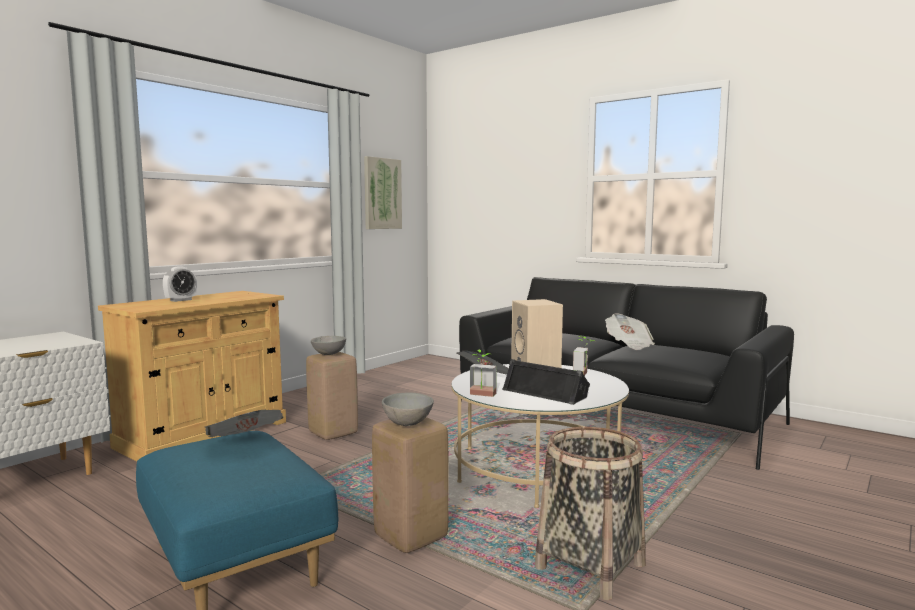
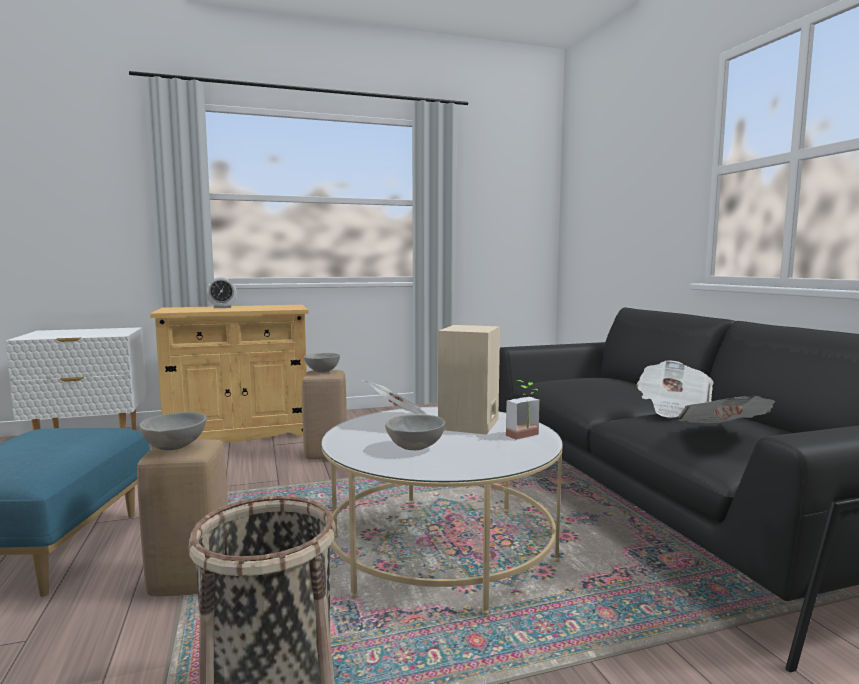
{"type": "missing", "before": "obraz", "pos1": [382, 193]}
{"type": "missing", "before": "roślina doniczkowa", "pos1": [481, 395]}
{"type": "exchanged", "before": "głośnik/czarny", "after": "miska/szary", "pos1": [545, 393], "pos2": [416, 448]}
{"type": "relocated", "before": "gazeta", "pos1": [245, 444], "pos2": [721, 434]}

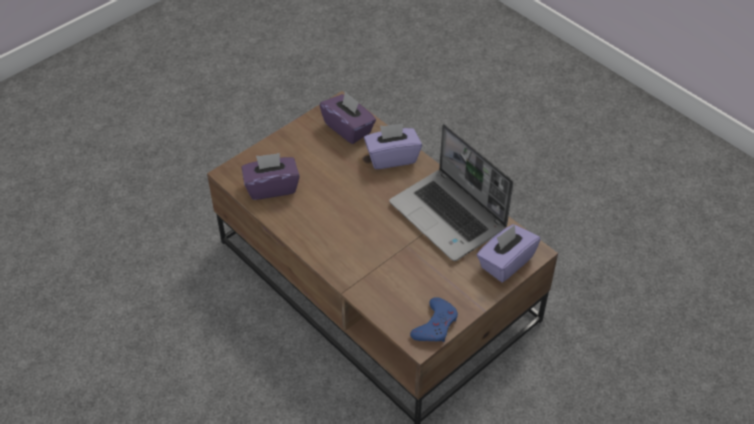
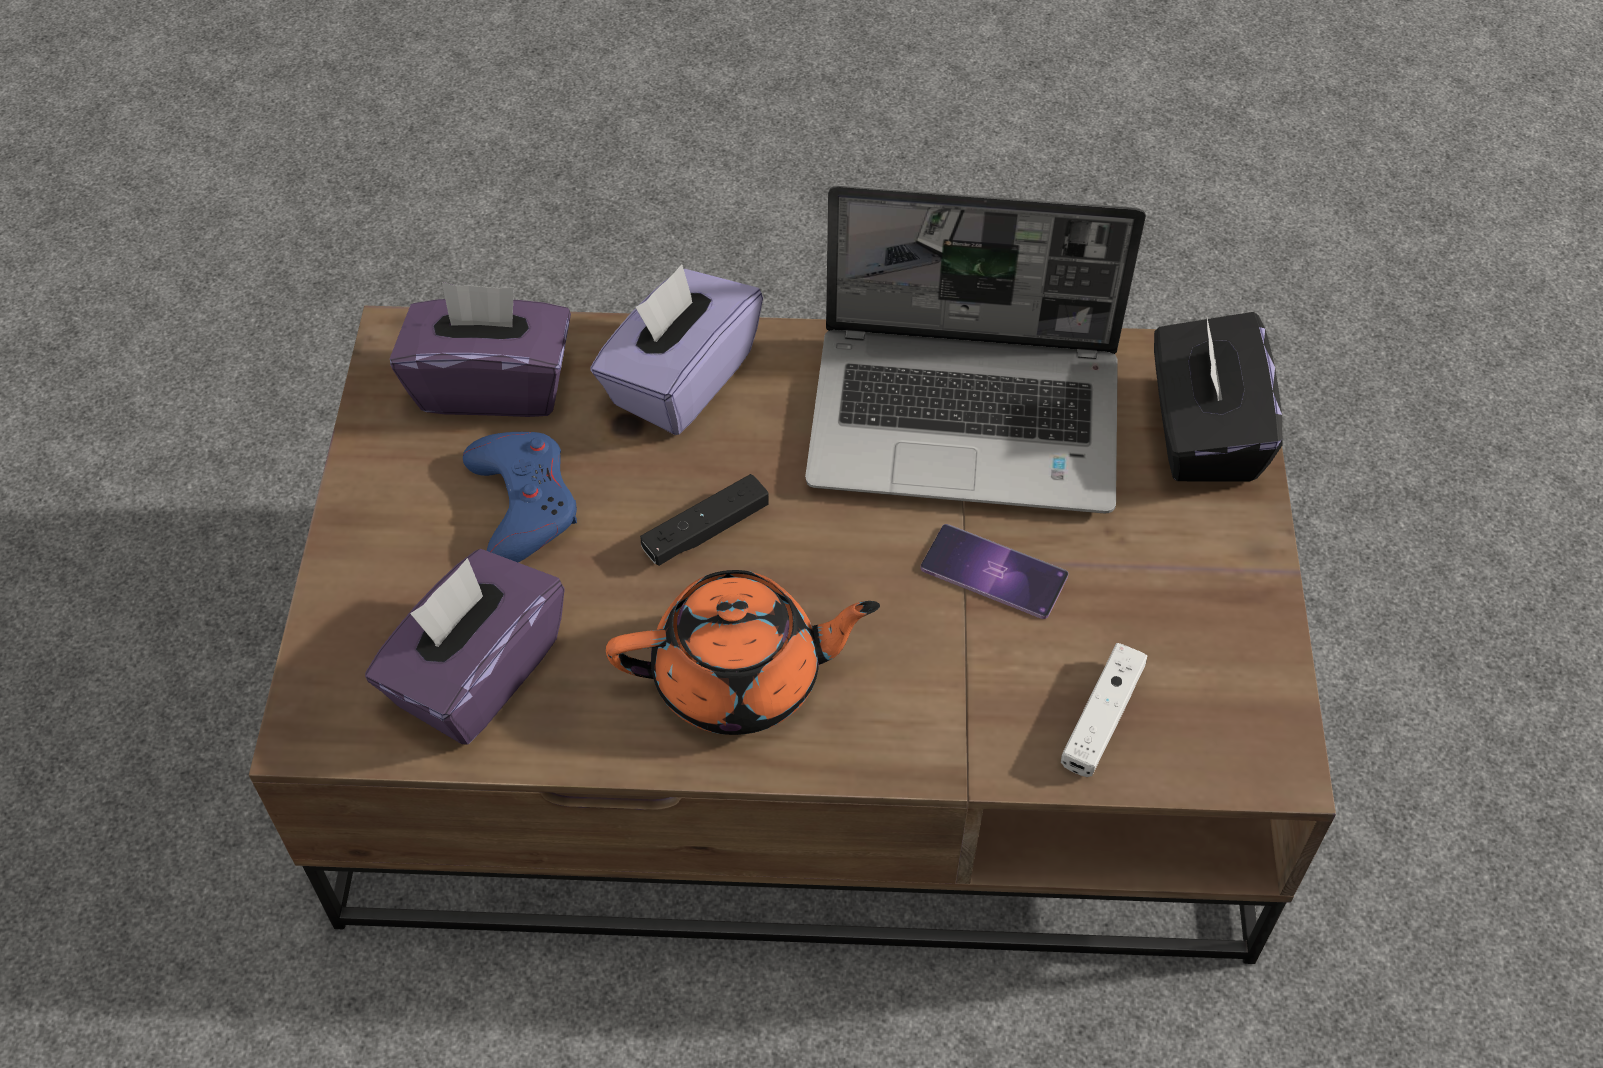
{"type": "colour", "before": "pudełko chusteczek/fioletowy", "after": "pudełko chusteczek/czarny", "pos1": [505, 262], "pos2": [1202, 432]}
{"type": "relocated", "before": "pad do gier/niebieski", "pos1": [435, 325], "pos2": [523, 503]}
{"type": "appeared", "after": "pad do gier/czarny", "pos2": [706, 531]}
{"type": "appeared", "after": "telefon", "pos2": [994, 572]}
{"type": "appeared", "after": "imbryk/pomarańczowy", "pos2": [741, 677]}
{"type": "appeared", "after": "pad do gier/biały", "pos2": [1101, 718]}

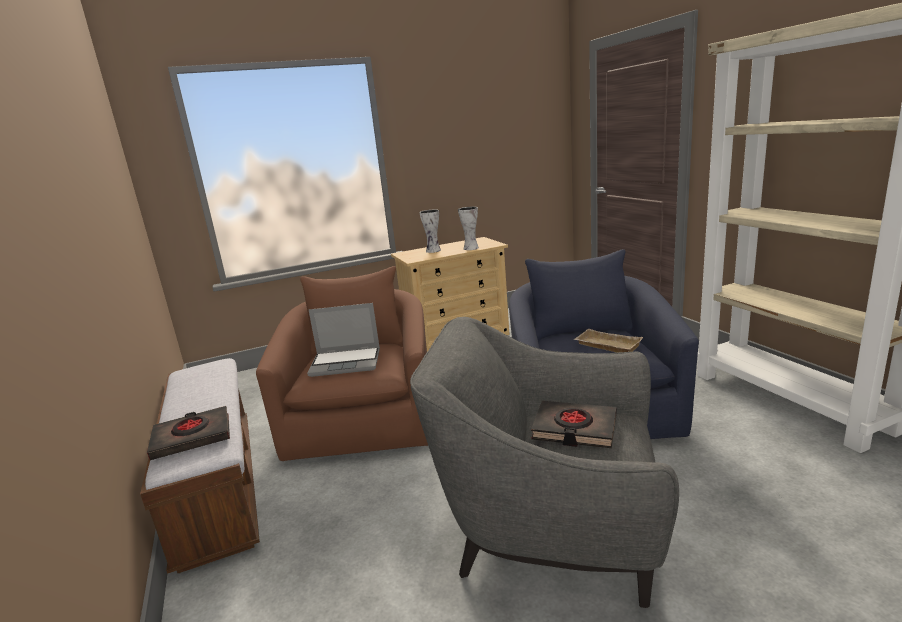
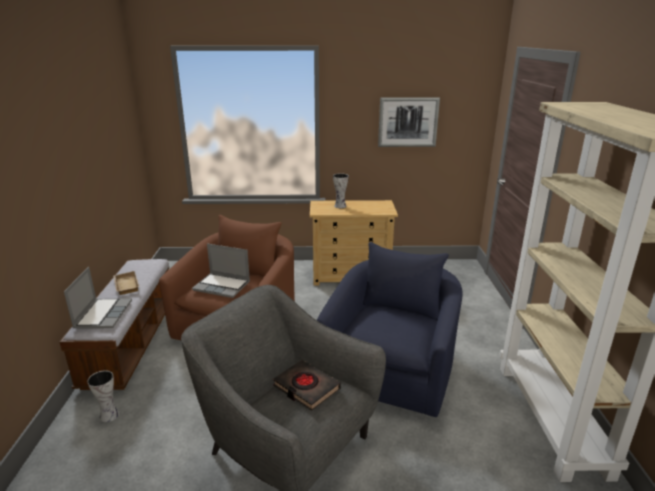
{"type": "relocated", "before": "wazon", "pos1": [470, 248], "pos2": [109, 414]}
{"type": "relocated", "before": "taca/beżowy", "pos1": [606, 346], "pos2": [125, 285]}
{"type": "exchanged", "before": "książka/czarny", "after": "laptop", "pos1": [192, 437], "pos2": [103, 314]}
{"type": "appeared", "after": "obraz", "pos2": [408, 122]}

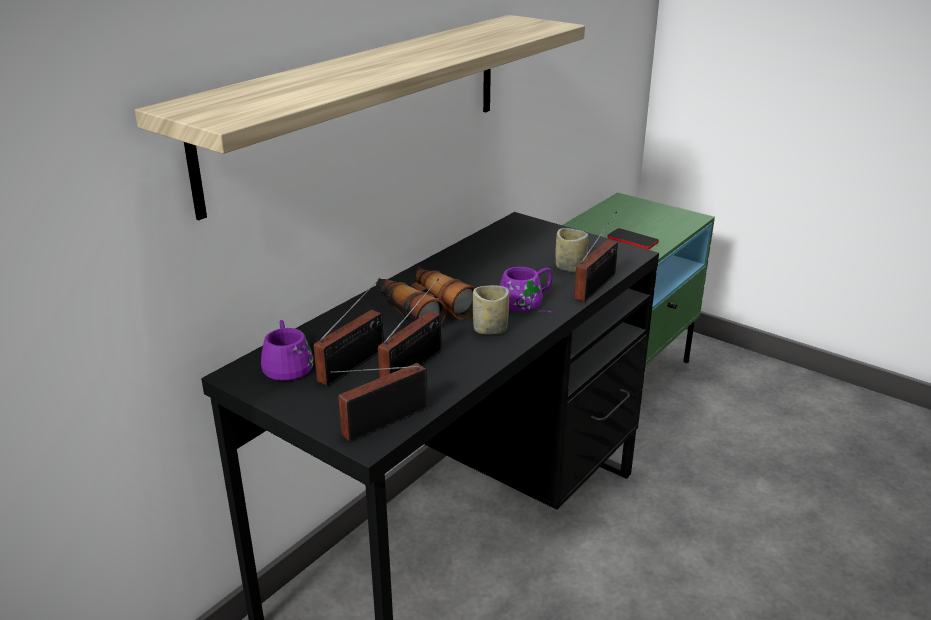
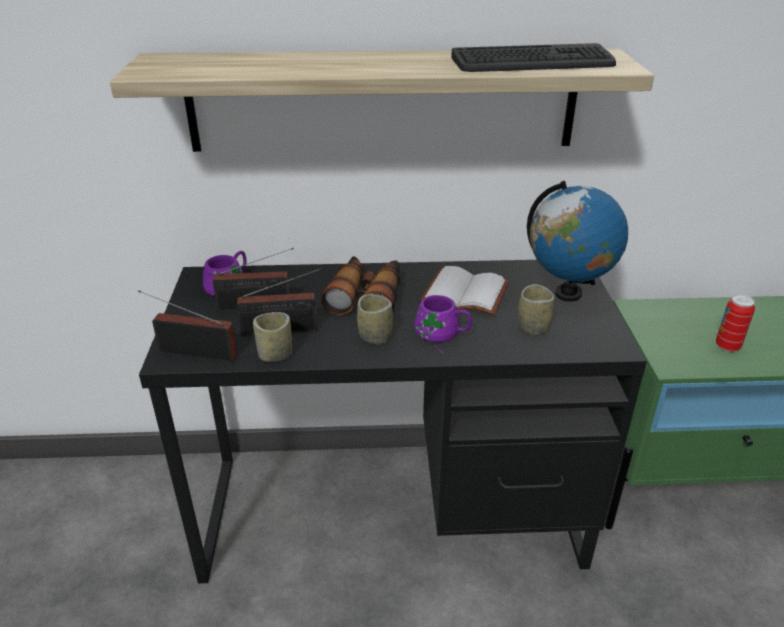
{"type": "missing", "before": "radio", "pos1": [597, 285]}
{"type": "exchanged", "before": "telefon", "after": "puszka", "pos1": [632, 240], "pos2": [727, 346]}
{"type": "appeared", "after": "klawiatura", "pos2": [532, 62]}
{"type": "appeared", "after": "globus", "pos2": [568, 294]}
{"type": "appeared", "after": "książka/biały", "pos2": [463, 294]}
{"type": "appeared", "after": "filiżanka", "pos2": [275, 355]}

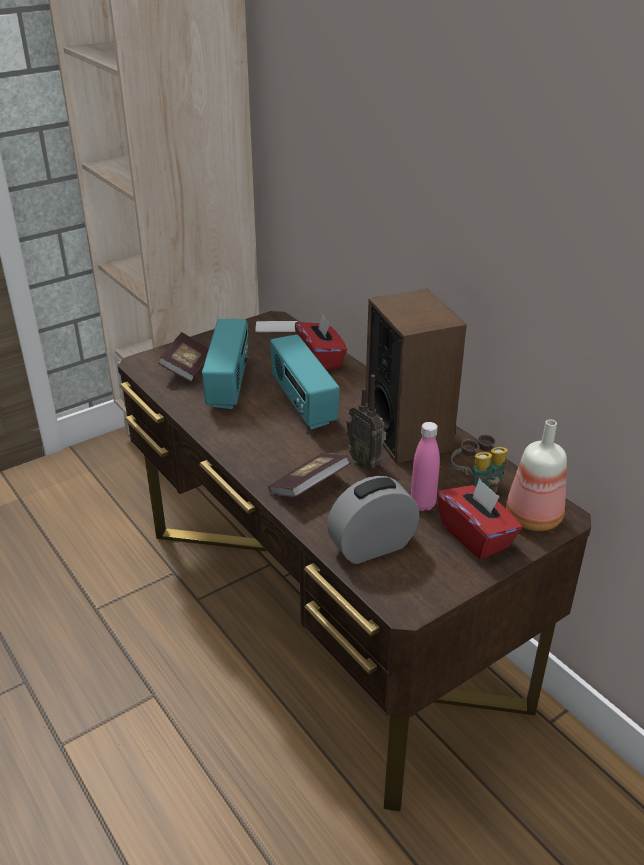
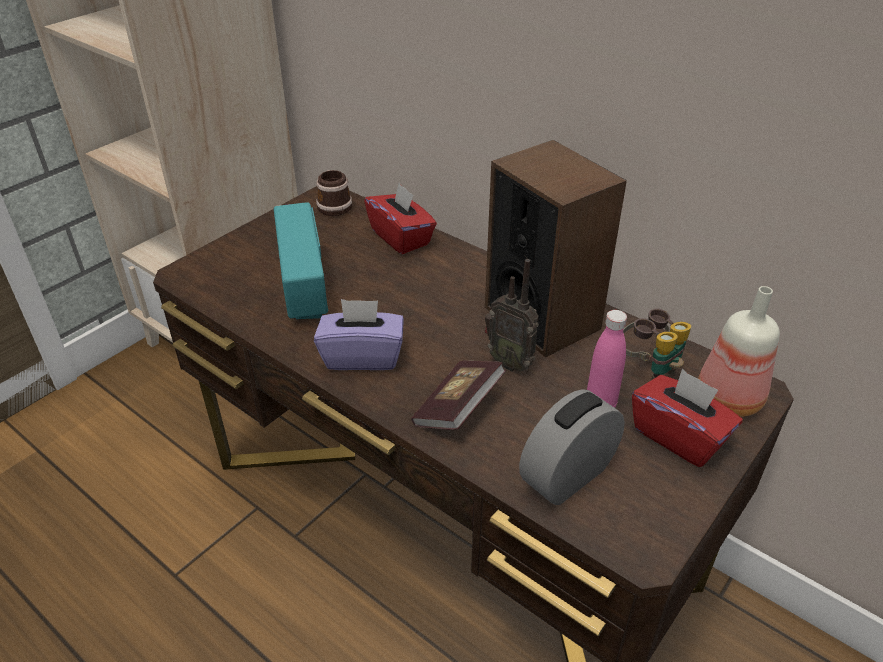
{"type": "exchanged", "before": "telefon", "after": "kubek", "pos1": [277, 327], "pos2": [333, 205]}
{"type": "missing", "before": "książka", "pos1": [187, 368]}
{"type": "missing", "before": "radio", "pos1": [302, 404]}
{"type": "appeared", "after": "pudełko chusteczek/fioletowy", "pos2": [362, 356]}

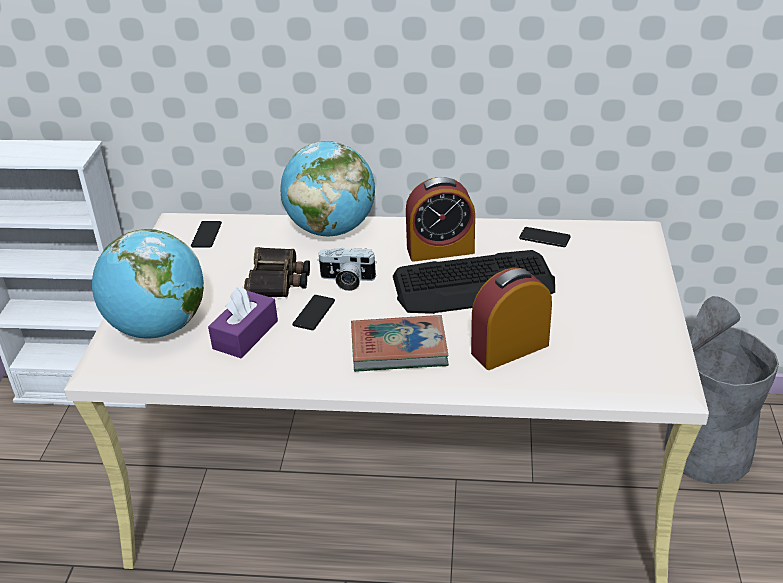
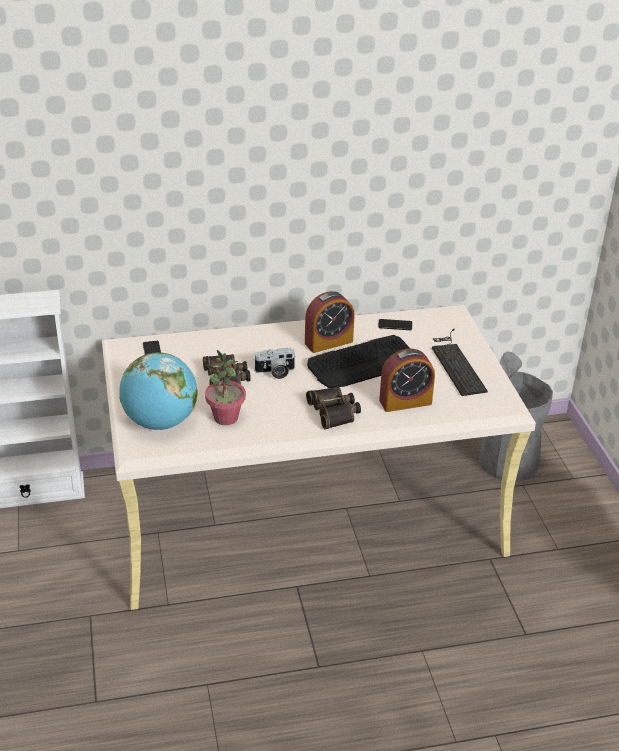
{"type": "missing", "before": "globus", "pos1": [331, 229]}
{"type": "spun", "before": "budzik", "pos1": [510, 349], "pos2": [405, 402], "turn": -150}
{"type": "exchanged", "before": "pudełko chusteczek/fioletowy", "after": "roślina doniczkowa", "pos1": [245, 335], "pos2": [226, 418]}
{"type": "missing", "before": "telefon", "pos1": [314, 313]}
{"type": "exchanged", "before": "książka", "after": "lornetka", "pos1": [399, 348], "pos2": [334, 412]}
{"type": "appeared", "after": "klawiatura", "pos2": [456, 363]}

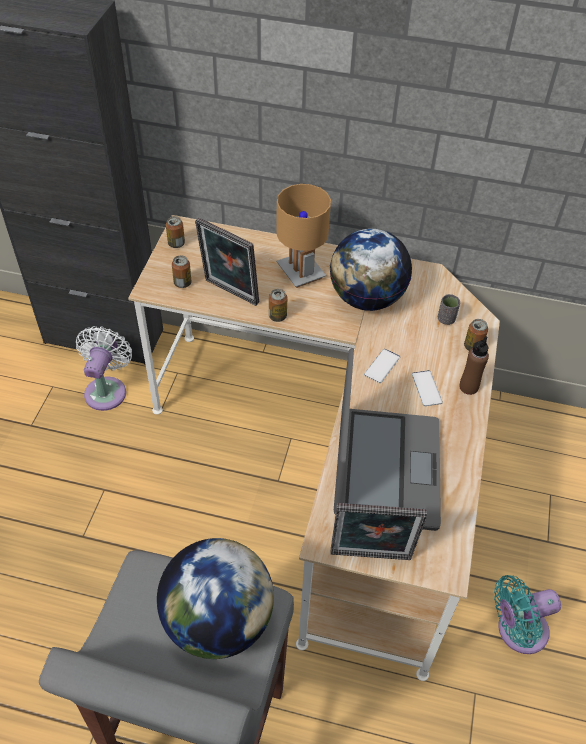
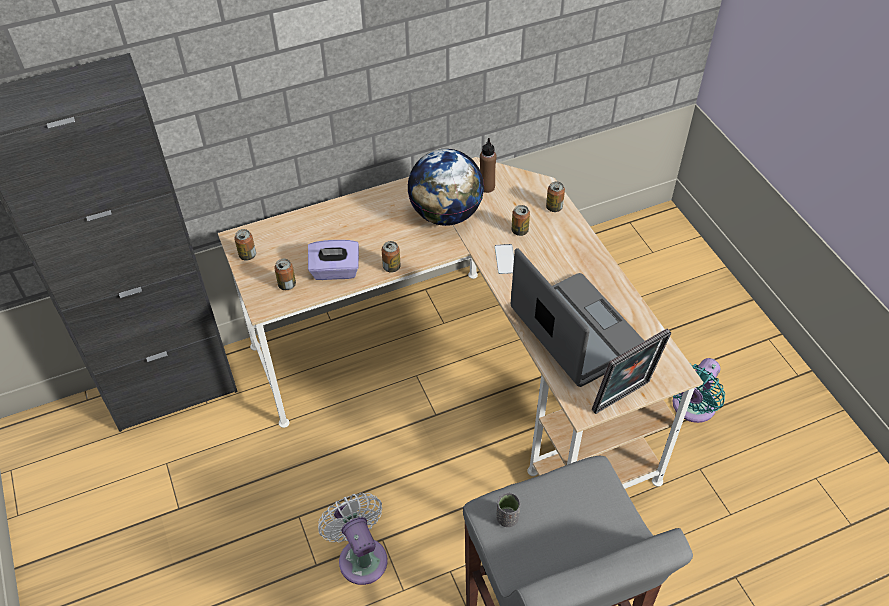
{"type": "missing", "before": "lampa stołowa/brązowy", "pos1": [301, 272]}
{"type": "exchanged", "before": "ramka na zdjęcie", "after": "pudełko chusteczek/fioletowy", "pos1": [229, 293], "pos2": [335, 271]}
{"type": "relocated", "before": "filiżanka/szary", "pos1": [446, 319], "pos2": [507, 518]}
{"type": "relocated", "before": "wentylator/biały", "pos1": [107, 390], "pos2": [361, 556]}
{"type": "relocated", "before": "butelka/brązowy", "pos1": [468, 387], "pos2": [486, 187]}
{"type": "missing", "before": "telefon", "pos1": [426, 388]}
{"type": "missing", "before": "globus", "pos1": [218, 620]}
{"type": "appeared", "after": "puszka", "pos2": [519, 231]}

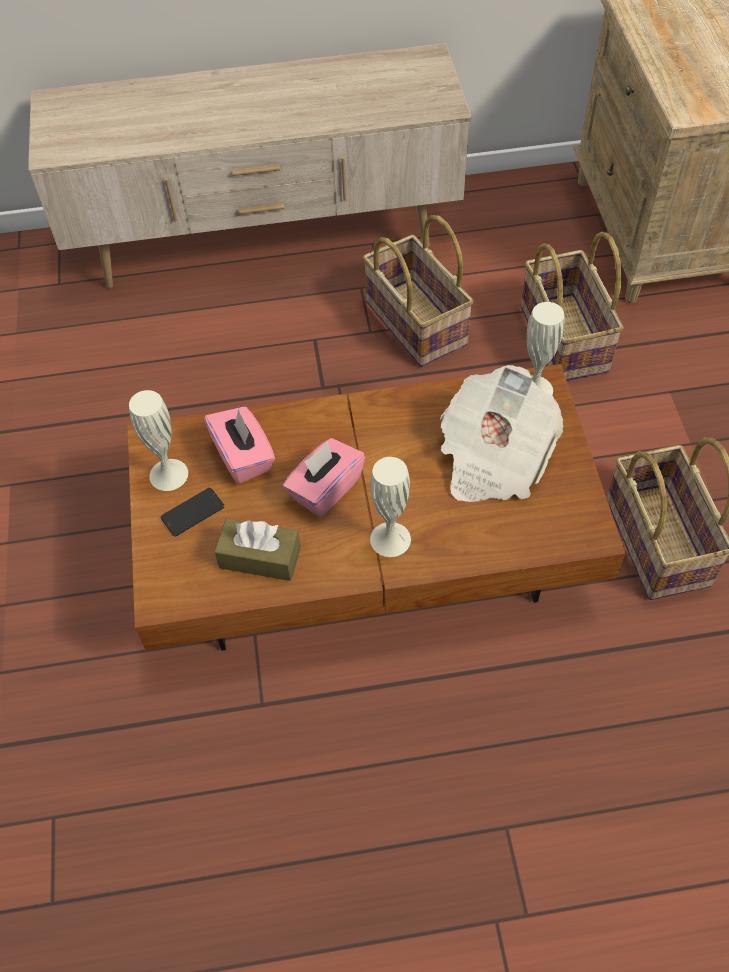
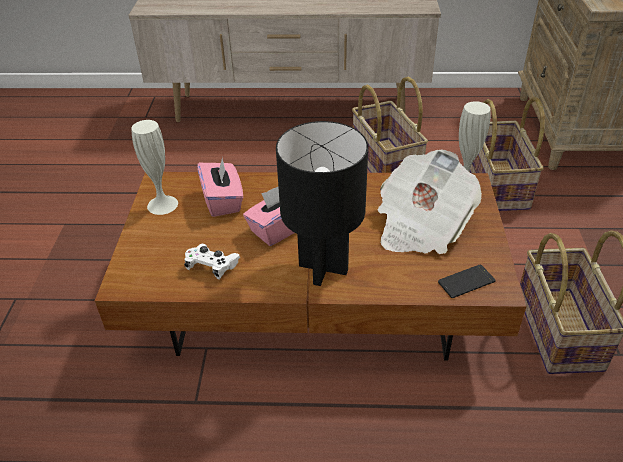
{"type": "exchanged", "before": "wazon/biały", "after": "lampa stołowa/czarny", "pos1": [390, 539], "pos2": [322, 268]}
{"type": "relocated", "before": "telefon", "pos1": [193, 512], "pos2": [466, 282]}
{"type": "exchanged", "before": "pudełko chusteczek/brązowy", "after": "pad do gier/biały", "pos1": [260, 557], "pos2": [212, 266]}

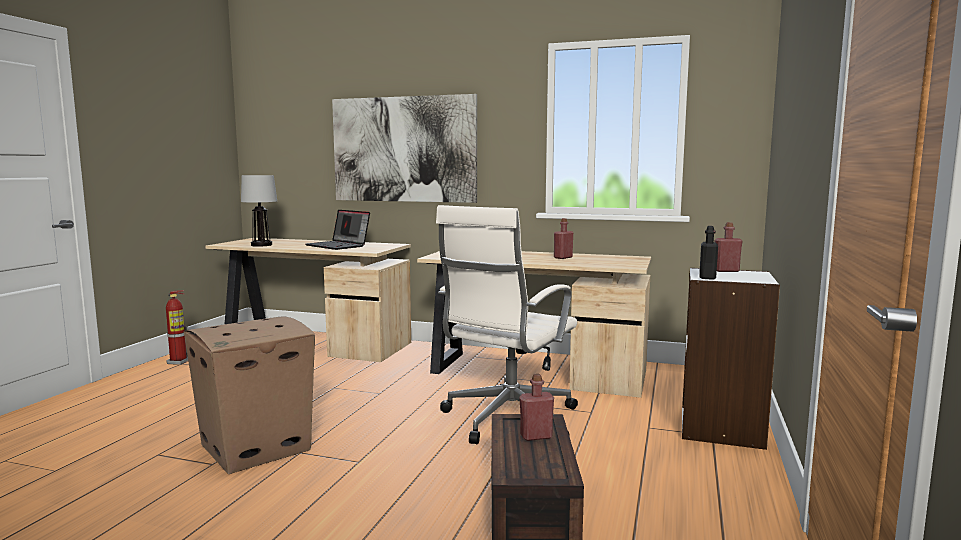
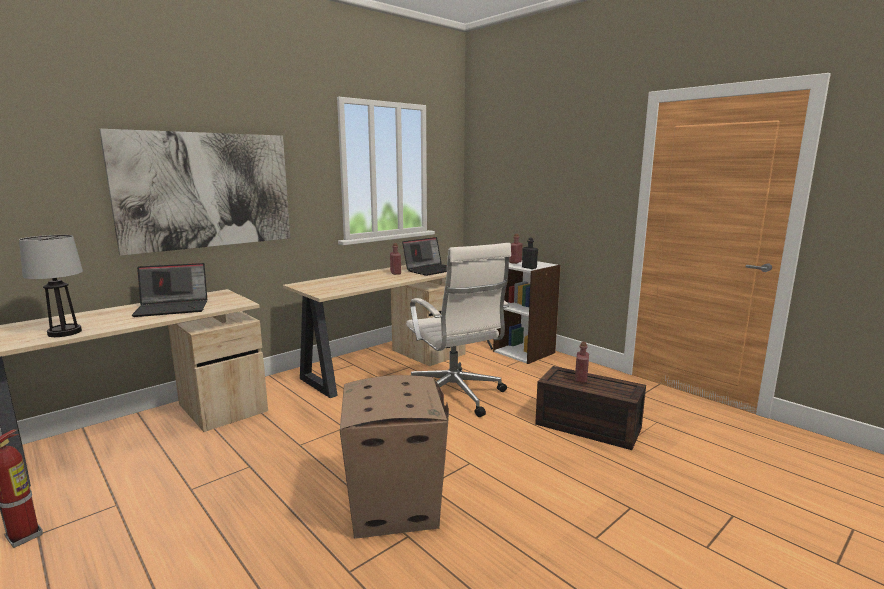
{"type": "appeared", "after": "laptop", "pos2": [431, 270]}

